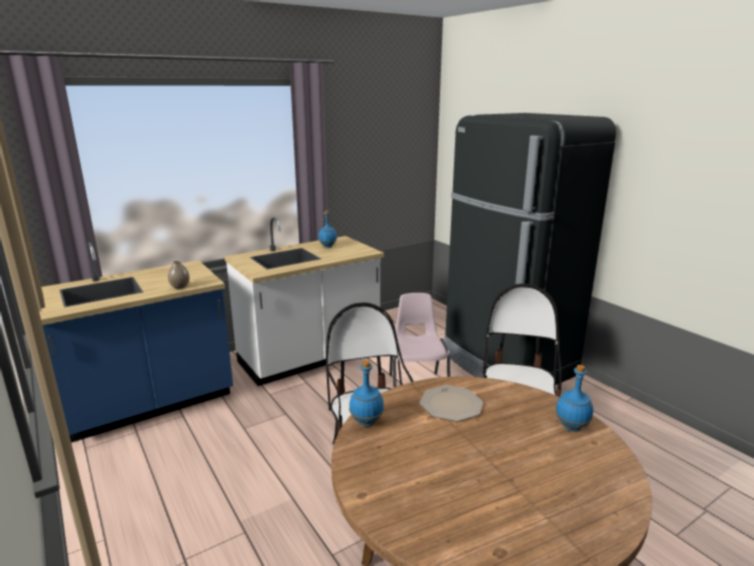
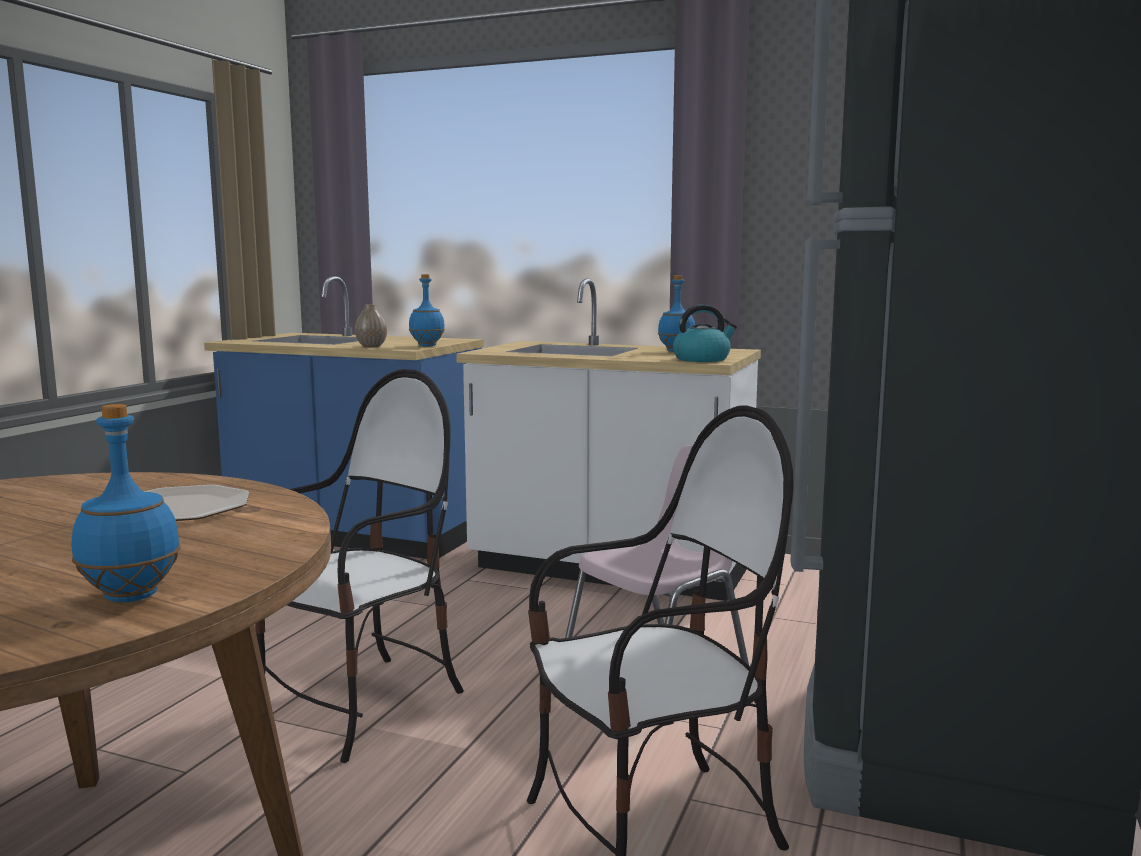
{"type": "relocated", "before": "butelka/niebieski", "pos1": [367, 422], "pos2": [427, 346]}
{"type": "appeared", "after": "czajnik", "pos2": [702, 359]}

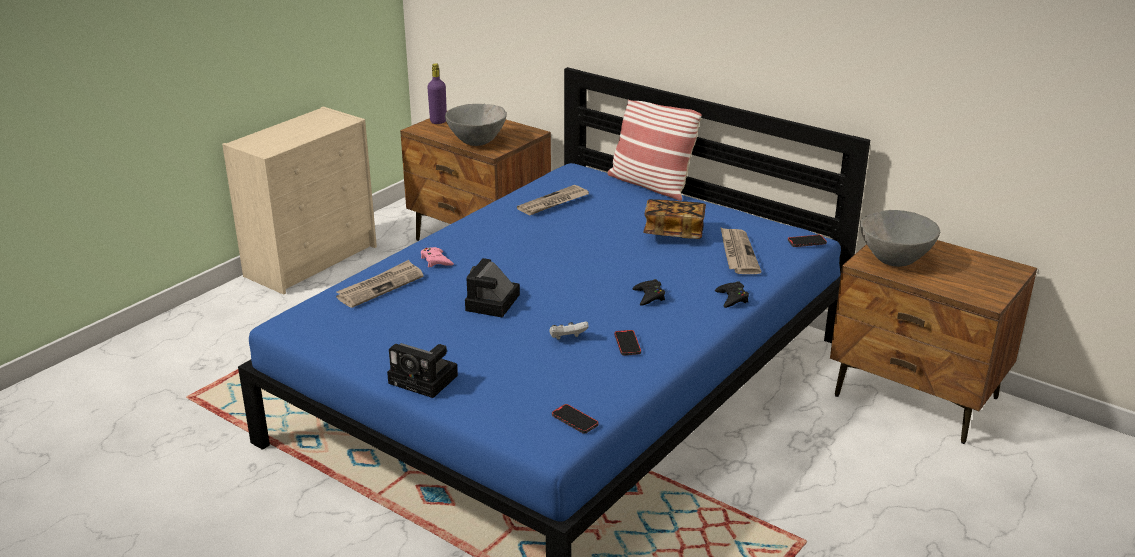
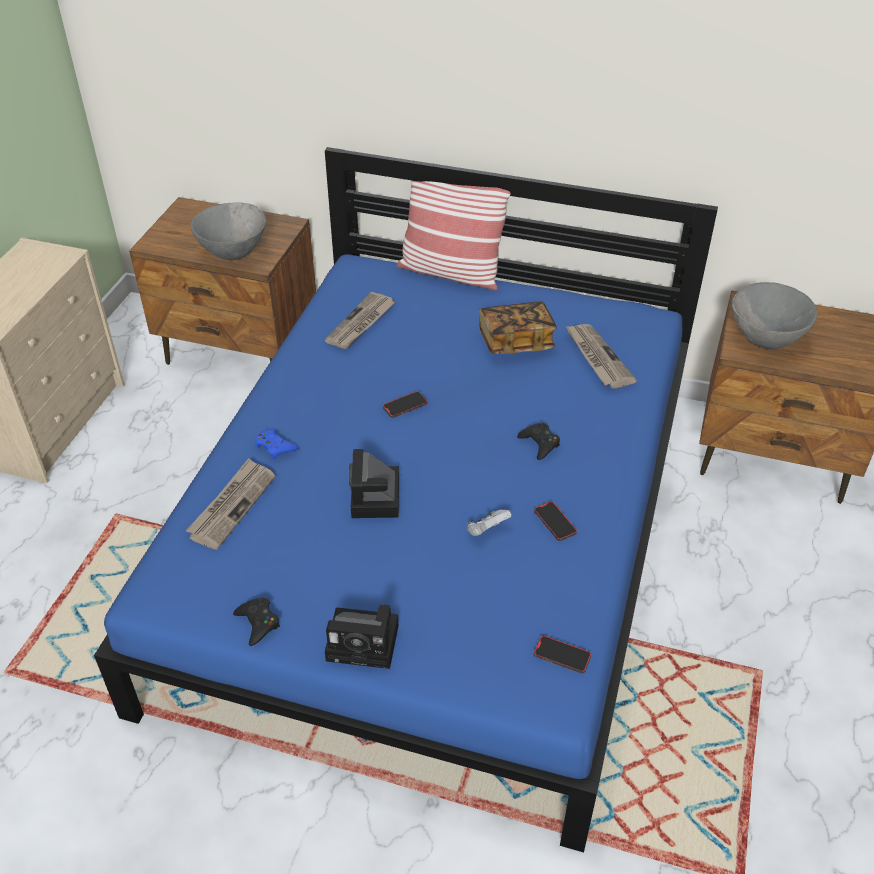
{"type": "missing", "before": "butelka/fioletowy", "pos1": [438, 121]}
{"type": "relocated", "before": "telefon", "pos1": [806, 242], "pos2": [405, 406]}
{"type": "colour", "before": "pad do gier/różowy", "after": "pad do gier/niebieski", "pos1": [436, 261], "pos2": [275, 446]}
{"type": "relocated", "before": "pad do gier/czarny", "pos1": [732, 298], "pos2": [258, 623]}

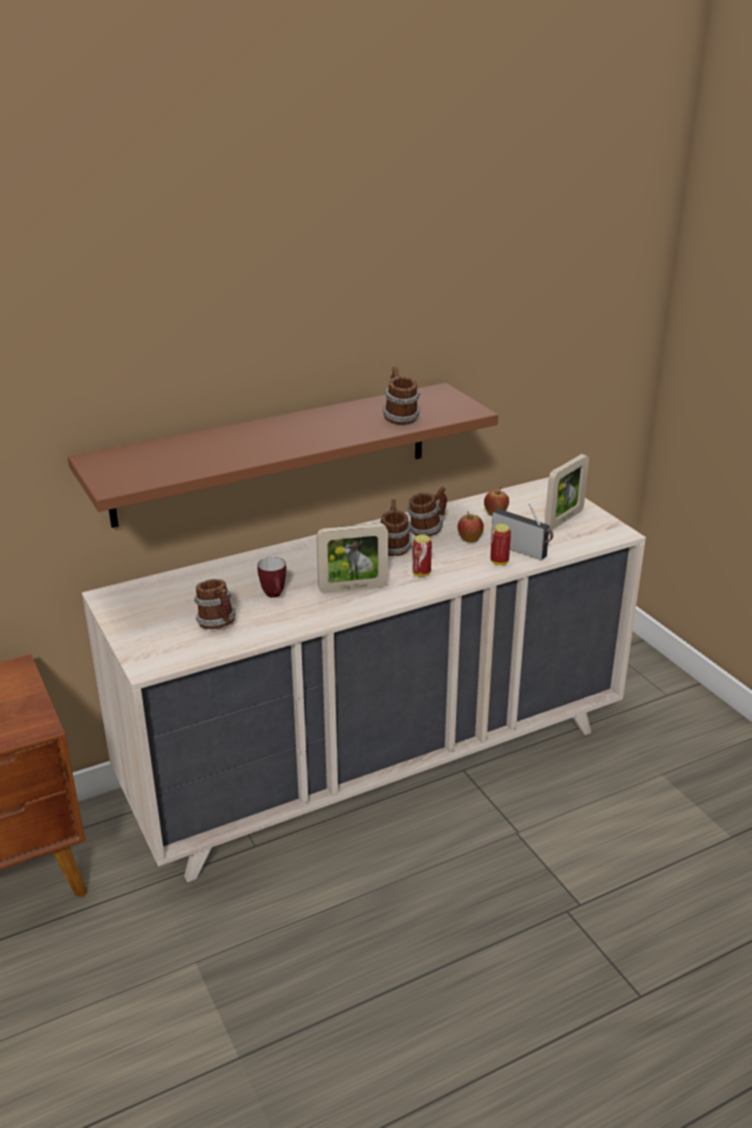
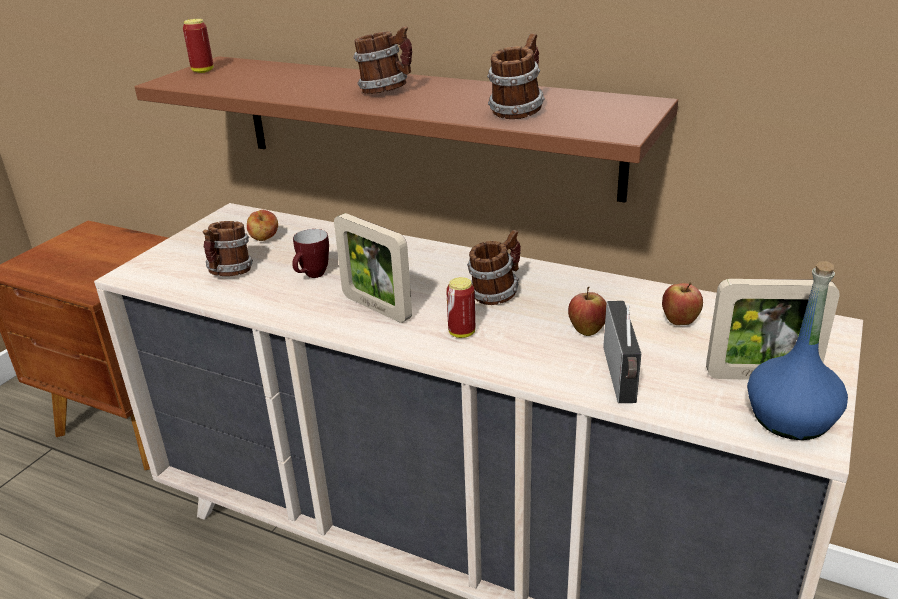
{"type": "relocated", "before": "kubek", "pos1": [427, 530], "pos2": [386, 91]}
{"type": "relocated", "before": "puszka", "pos1": [499, 562], "pos2": [203, 71]}
{"type": "appeared", "after": "jabłko", "pos2": [264, 239]}
{"type": "appeared", "after": "butelka/niebieski", "pos2": [791, 419]}

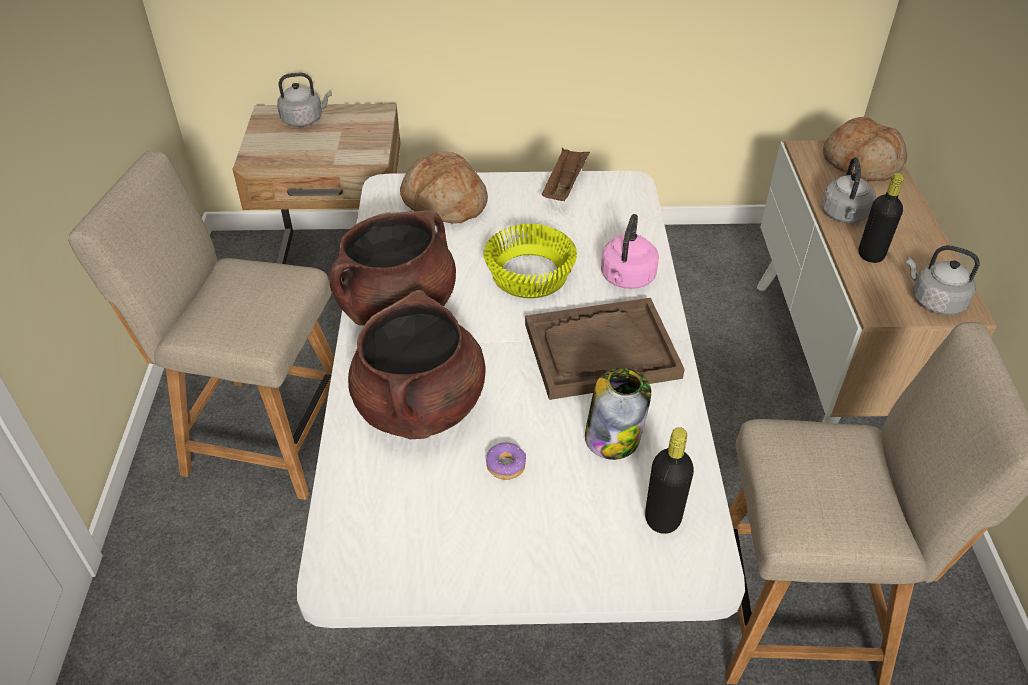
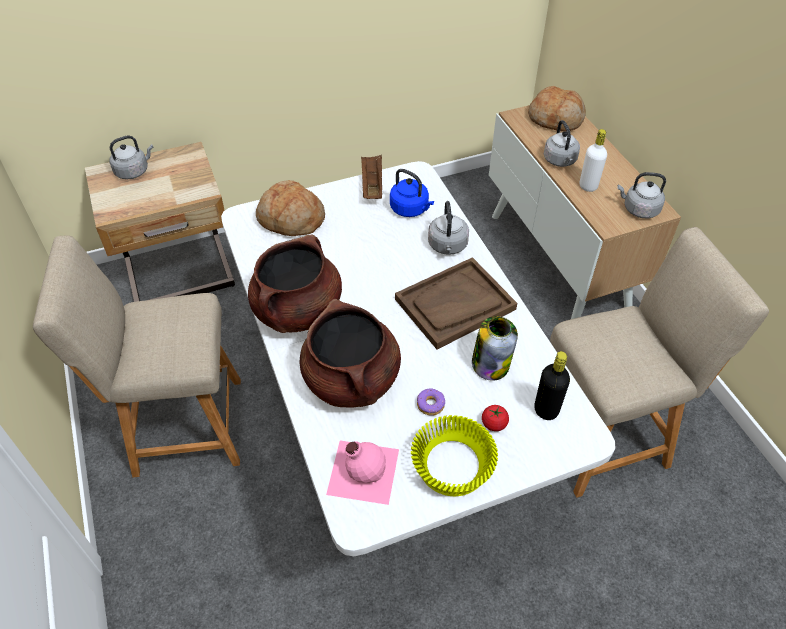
{"type": "colour", "before": "butelka/czarny", "after": "butelka/biały", "pos1": [871, 255], "pos2": [588, 186]}
{"type": "colour", "before": "czajnik/różowy", "after": "czajnik/szary", "pos1": [627, 279], "pos2": [447, 246]}
{"type": "relocated", "before": "miska/żółty", "pos1": [531, 276], "pos2": [454, 466]}
{"type": "appeared", "after": "czajnik/niebieski", "pos2": [411, 209]}
{"type": "appeared", "after": "pomidor", "pos2": [494, 424]}
{"type": "appeared", "after": "butelka/różowy", "pos2": [362, 470]}

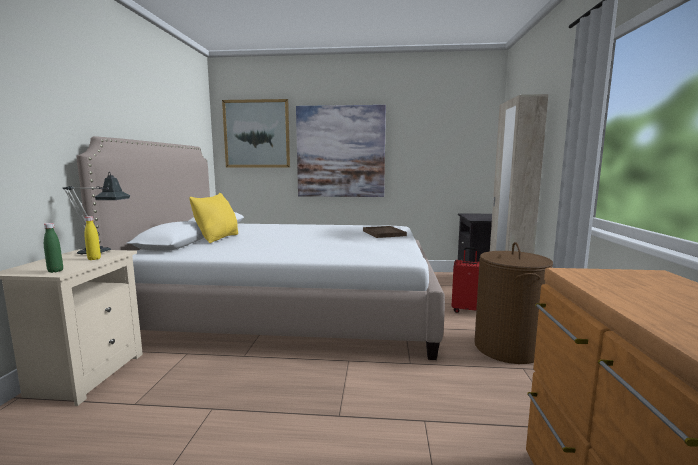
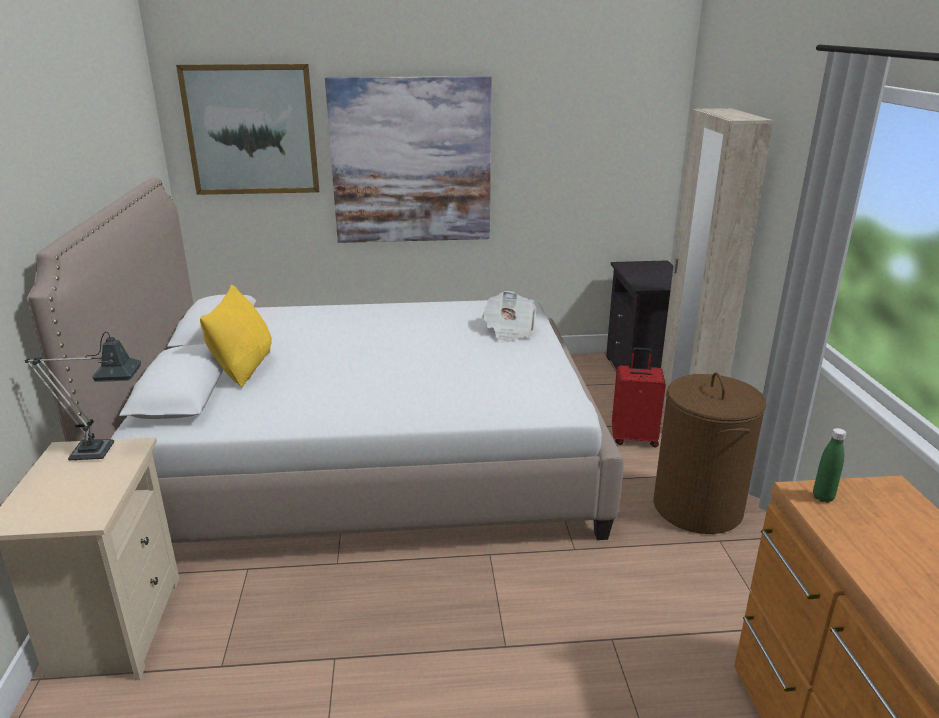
{"type": "missing", "before": "butelka/żółty", "pos1": [94, 259]}
{"type": "relocated", "before": "butelka/zielony", "pos1": [55, 271], "pos2": [823, 497]}
{"type": "exchanged", "before": "taca/brązowy", "after": "gazeta", "pos1": [384, 233], "pos2": [509, 331]}

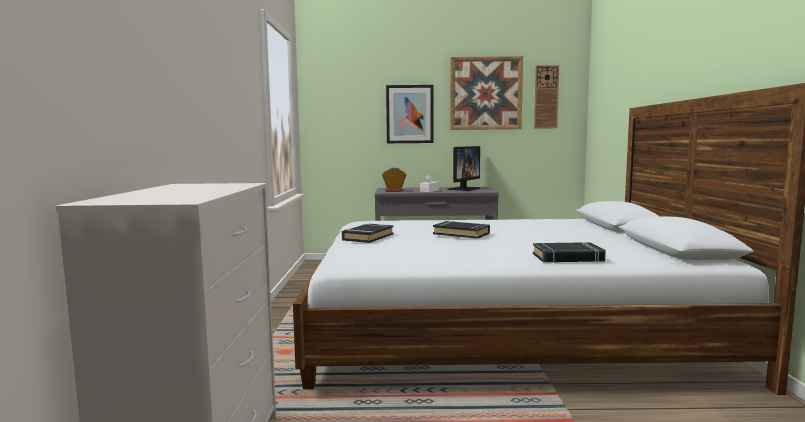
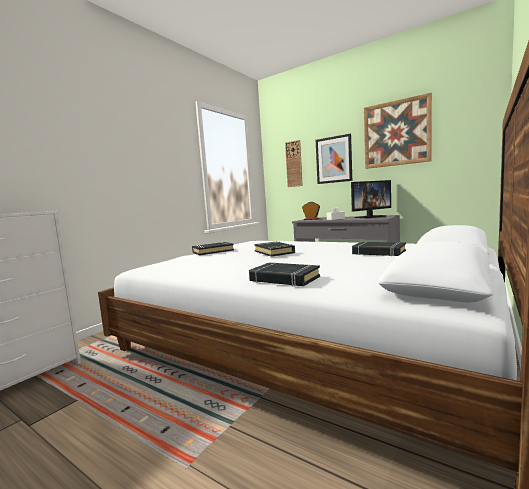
{"type": "relocated", "before": "zegar ścienny", "pos1": [546, 97], "pos2": [294, 164]}
{"type": "appeared", "after": "książka/czarny", "pos2": [378, 253]}

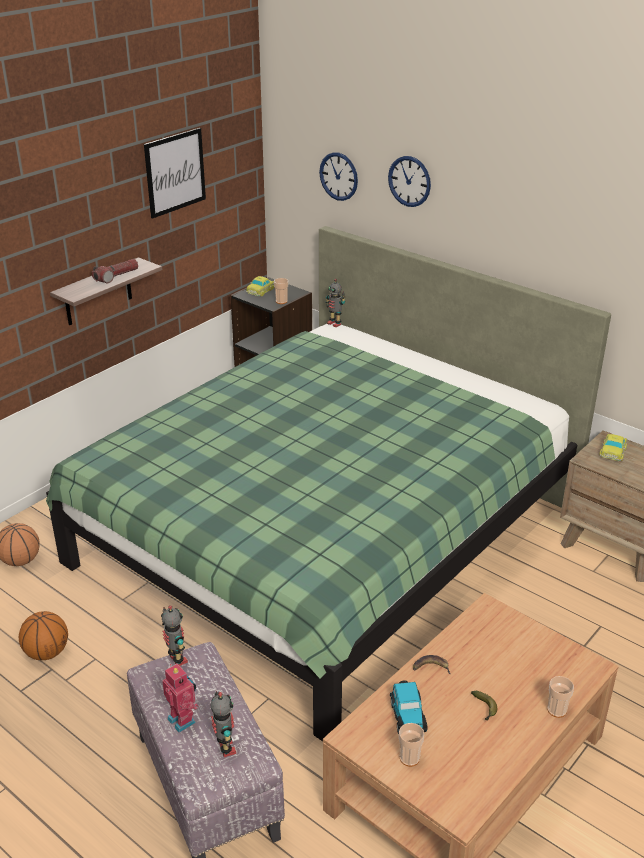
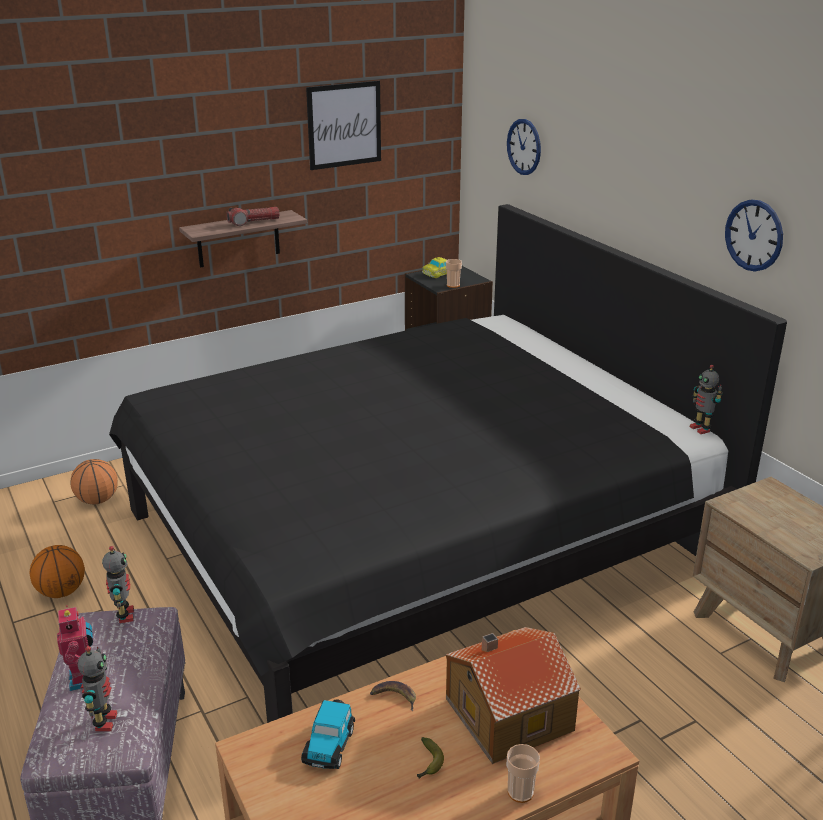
{"type": "relocated", "before": "zegar ścienny", "pos1": [409, 181], "pos2": [754, 235]}
{"type": "colour", "before": "łóżko/zielony", "after": "łóżko/czarny", "pos1": [324, 535], "pos2": [414, 541]}
{"type": "relocated", "before": "robot zabawkowy", "pos1": [334, 323], "pos2": [701, 429]}
{"type": "missing", "before": "samochodzik", "pos1": [613, 451]}
{"type": "missing", "before": "filiżanka", "pos1": [409, 758]}
{"type": "appeared", "after": "domek", "pos2": [506, 713]}

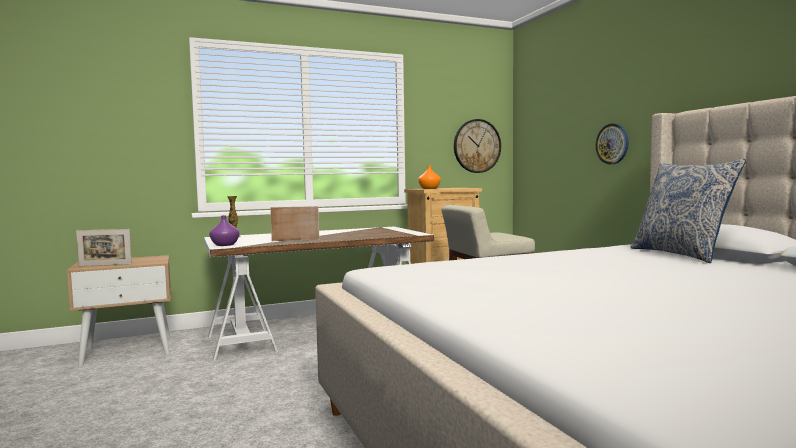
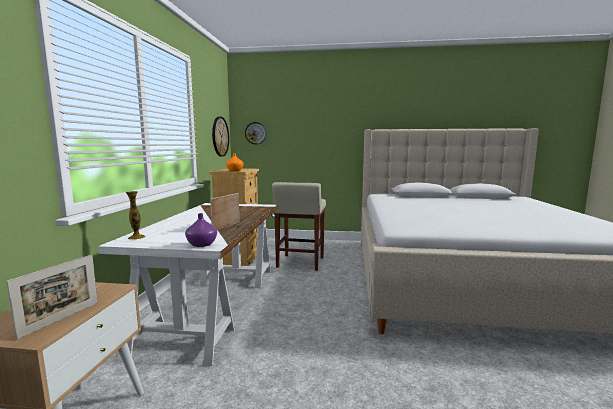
{"type": "relocated", "before": "zegar ścienny", "pos1": [612, 144], "pos2": [255, 133]}
{"type": "missing", "before": "poduszka", "pos1": [681, 254]}

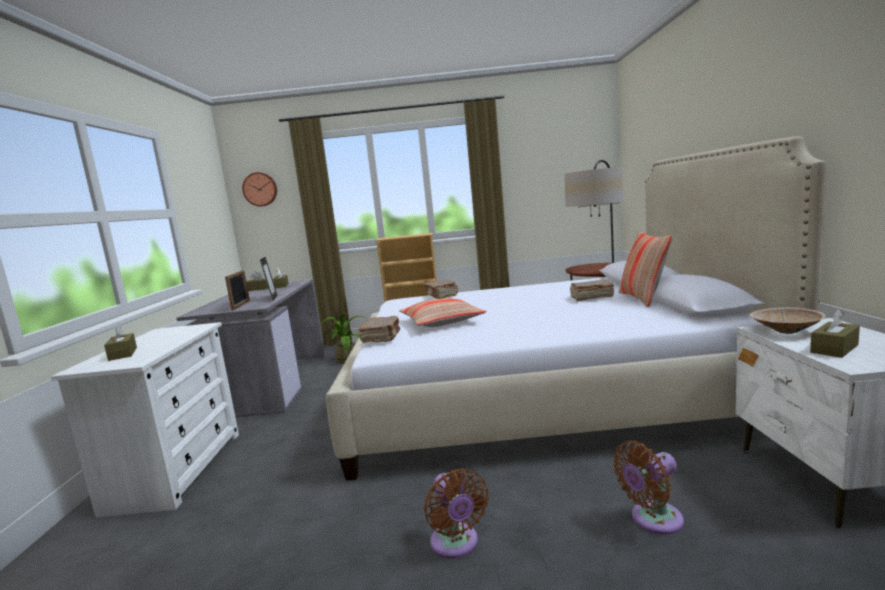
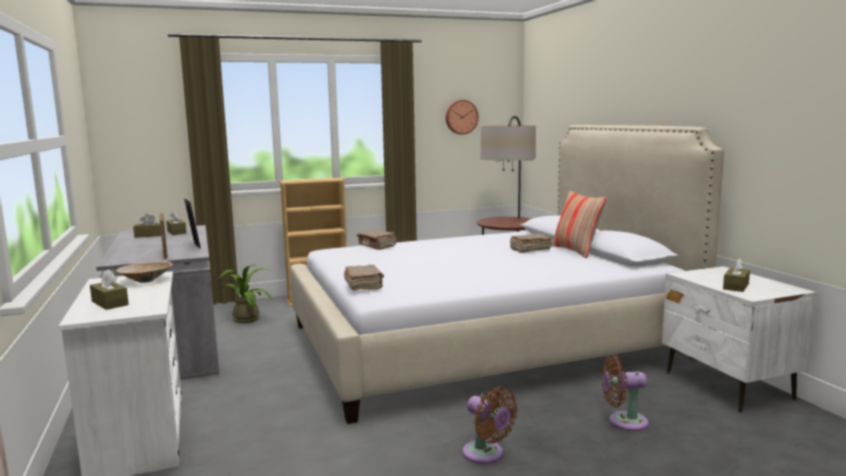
{"type": "relocated", "before": "zegar ścienny", "pos1": [260, 189], "pos2": [461, 117]}
{"type": "missing", "before": "poduszka", "pos1": [442, 322]}
{"type": "relocated", "before": "miska/beżowy", "pos1": [784, 331], "pos2": [145, 281]}
{"type": "spun", "before": "wentylator/brązowy", "pos1": [652, 520], "pos2": [623, 422], "turn": 45}

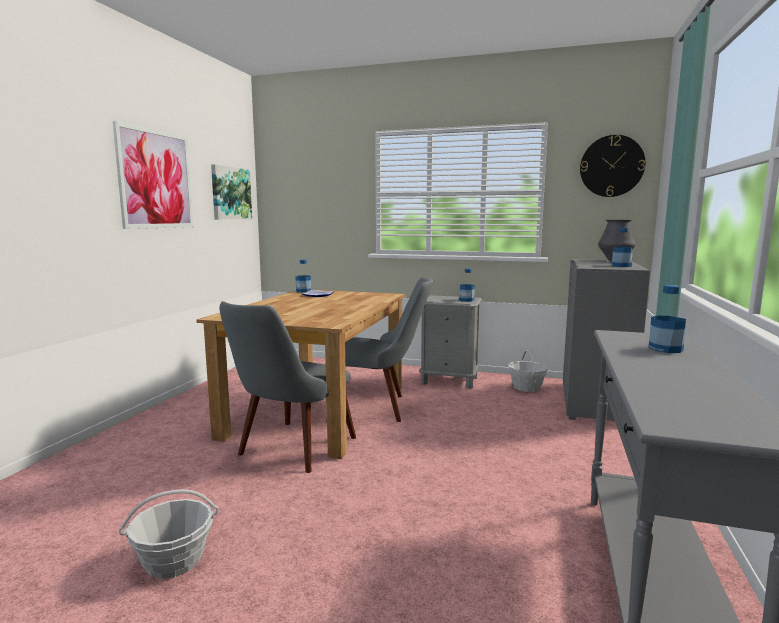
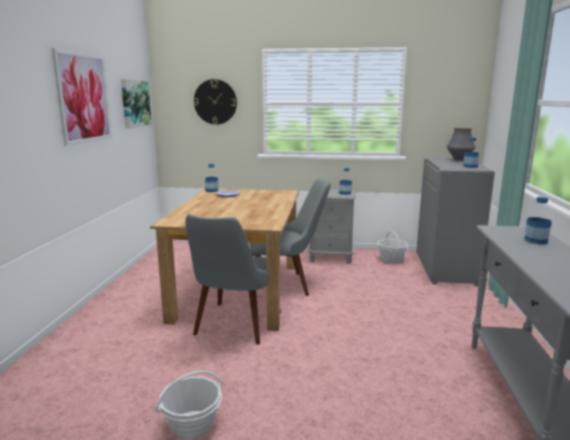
{"type": "relocated", "before": "zegar ścienny", "pos1": [611, 166], "pos2": [215, 102]}

